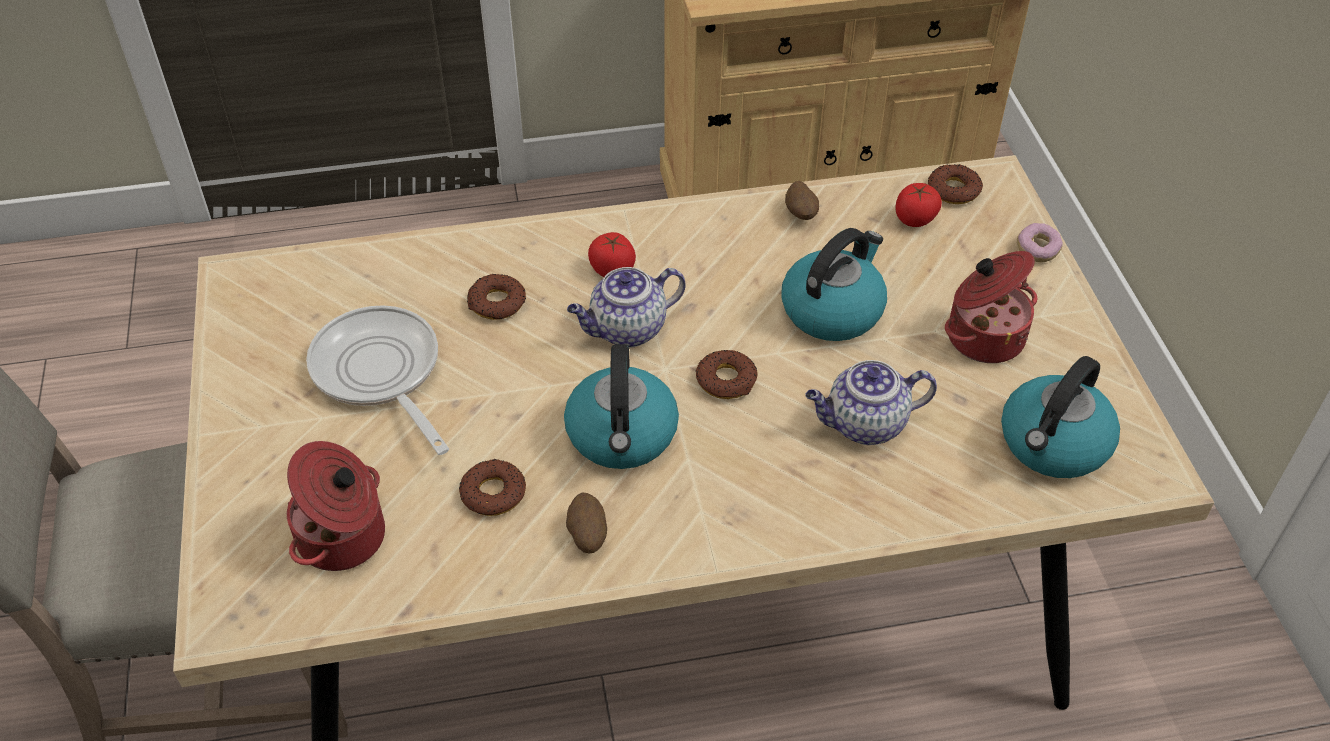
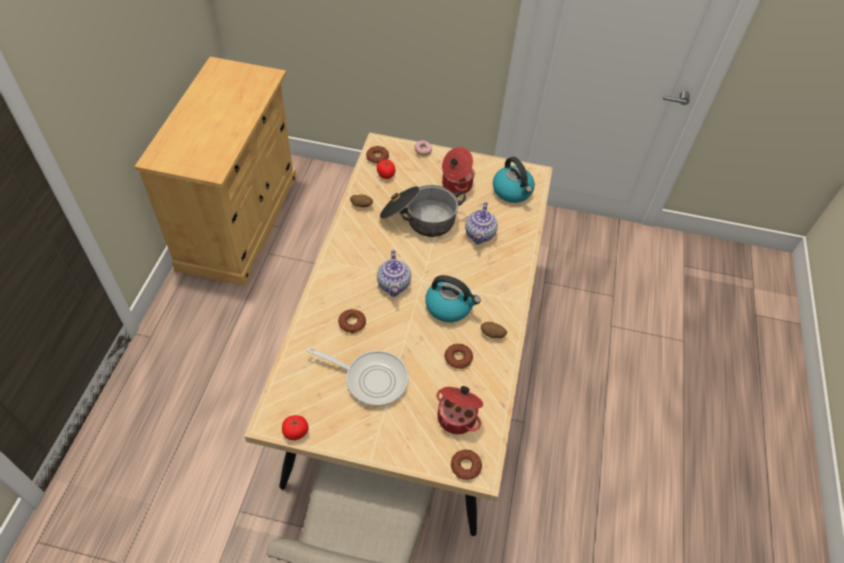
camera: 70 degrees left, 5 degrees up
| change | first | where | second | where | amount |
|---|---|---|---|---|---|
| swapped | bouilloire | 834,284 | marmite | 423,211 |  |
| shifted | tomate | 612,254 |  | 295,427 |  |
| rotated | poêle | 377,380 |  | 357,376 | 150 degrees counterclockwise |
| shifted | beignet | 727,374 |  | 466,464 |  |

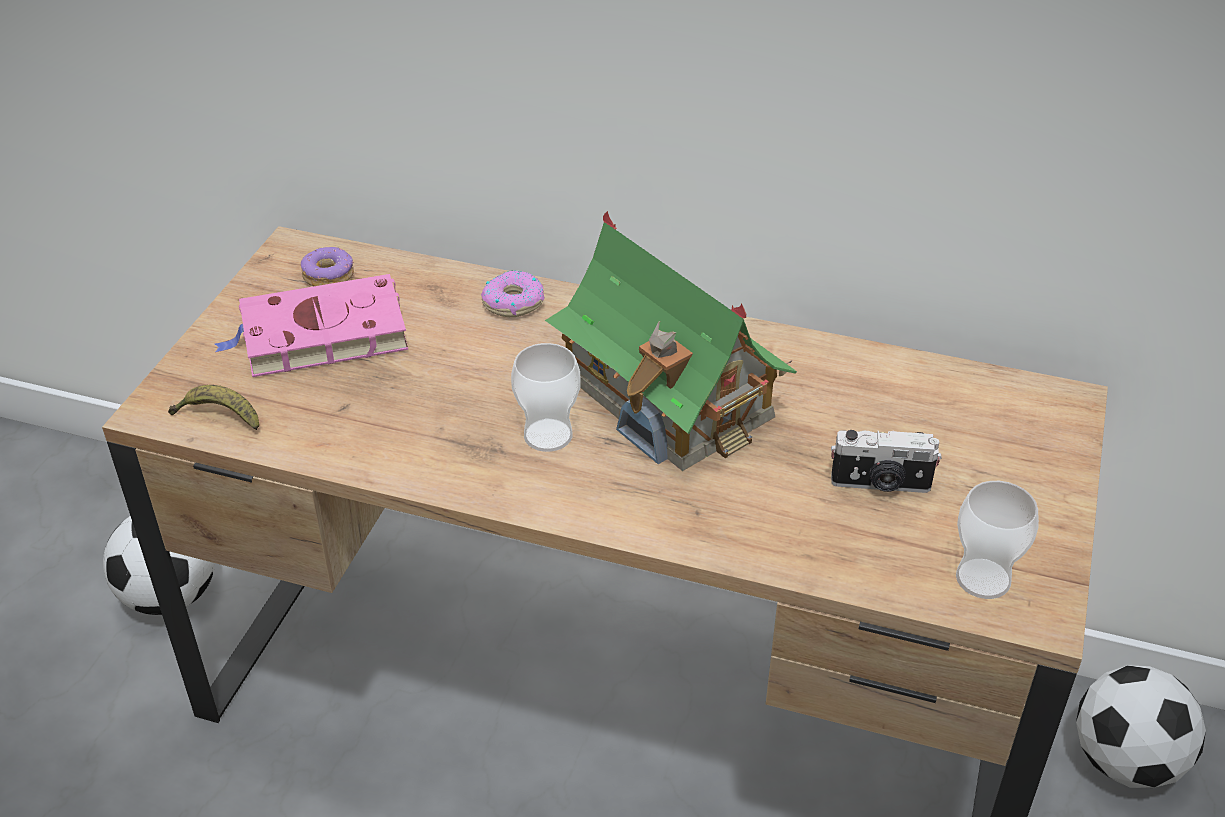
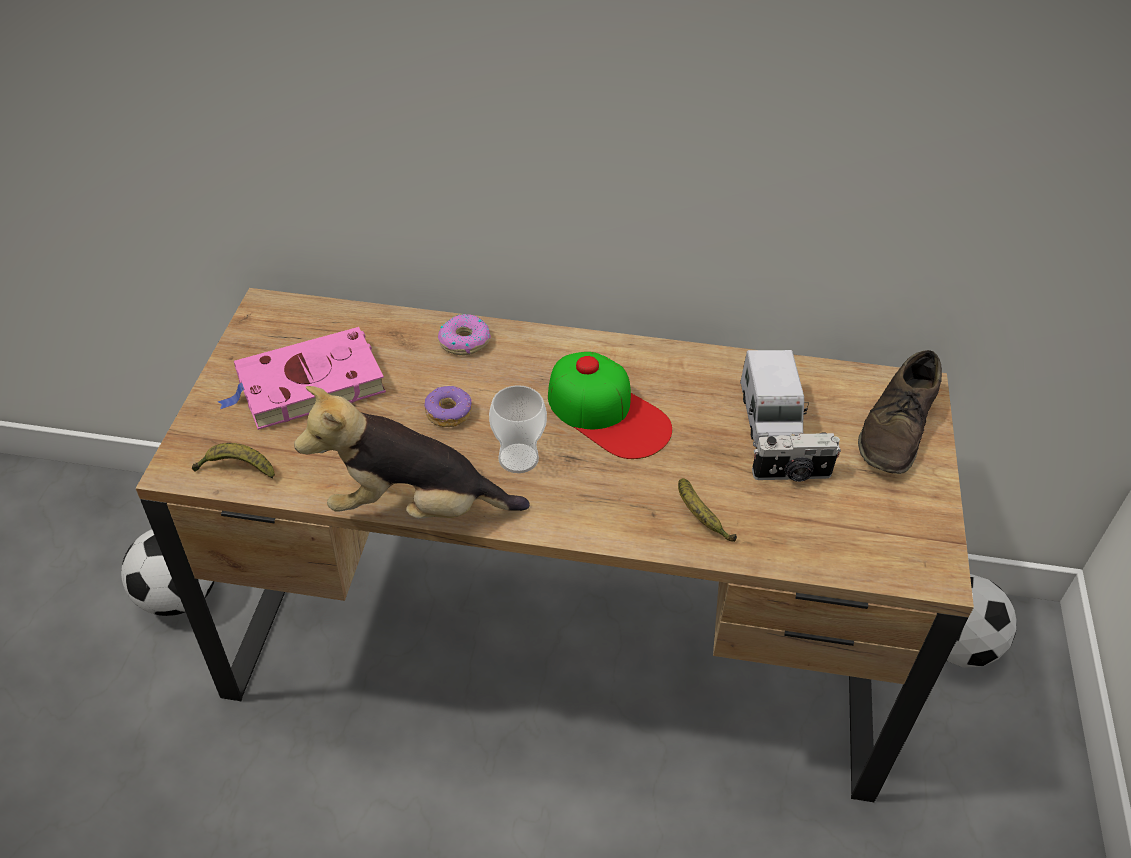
camera: 10 degrees left, 5 degrees up
| change | first | where | second | where | amount |
|---|---|---|---|---|---|
| swapped | maison miniature | 671,341 | casquette | 610,405 |  |
| shifted | beignet | 327,266 |  | 448,406 |  |
| gone | tasse | 997,540 |  |  |  |
| new |  |  | camion jouet | 774,399 |  |
| new |  |  | chaussure [marron] | 900,412 |  |
| new |  |  | peluche | 412,452 |  |
| new |  |  | banane | 707,510 |  |

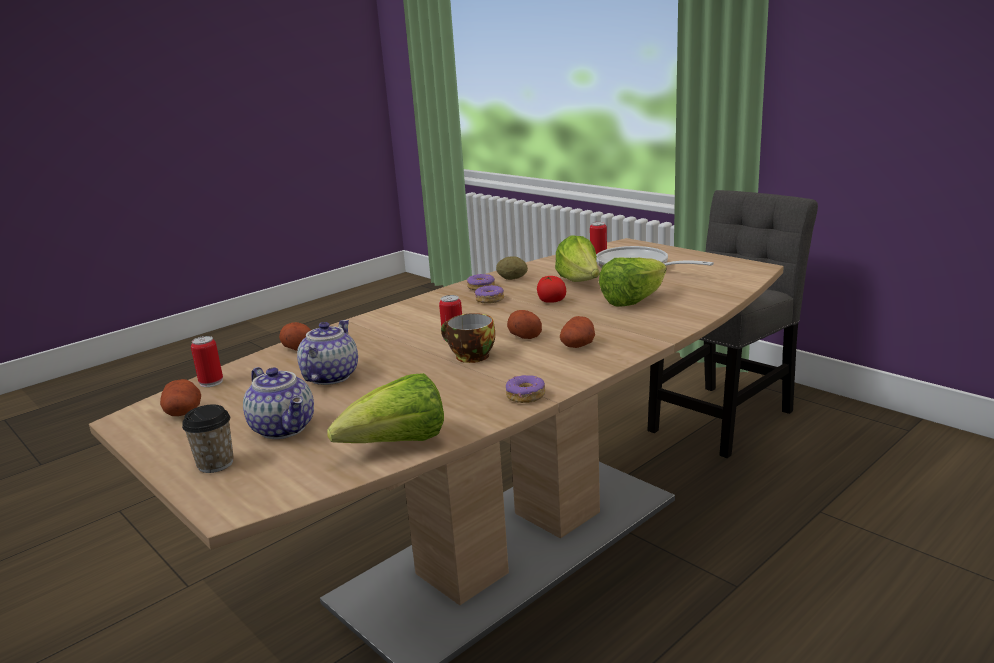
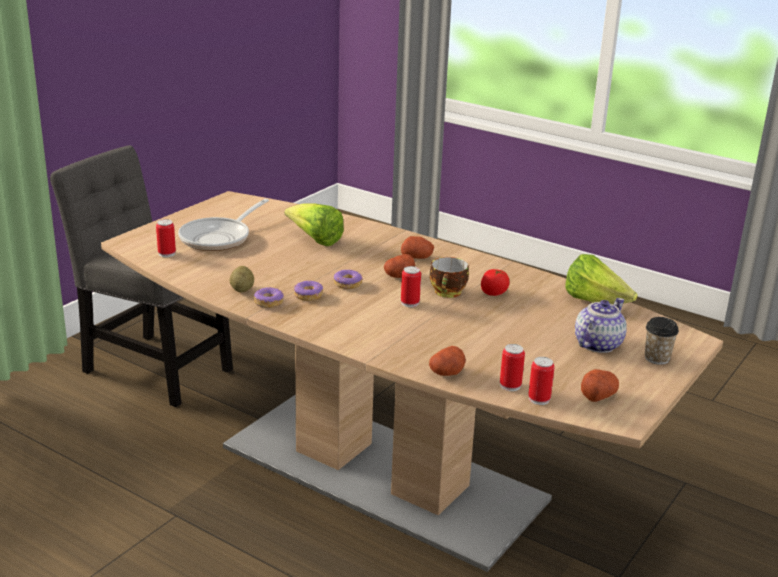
camera: 105 degrees left, 5 degrees up
| change | first | where | second | where | amount |
|---|---|---|---|---|---|
| gone | laitue | 577,258 |  |  |  |
| shifted | tomate | 551,289 |  | 495,282 |  |
| gone | théière | 327,352 |  |  |  |
| shifted | beignet | 525,389 |  | 348,279 |  |
| new |  |  | boîte métallique | 512,367 |  |

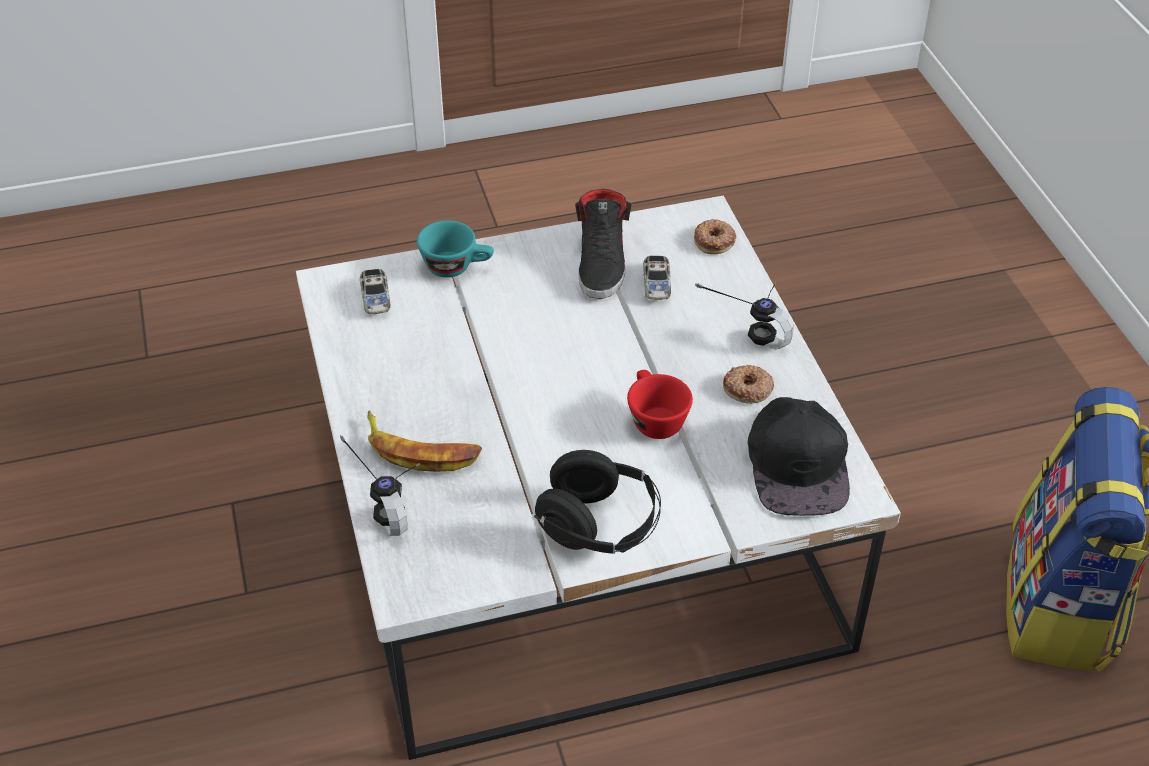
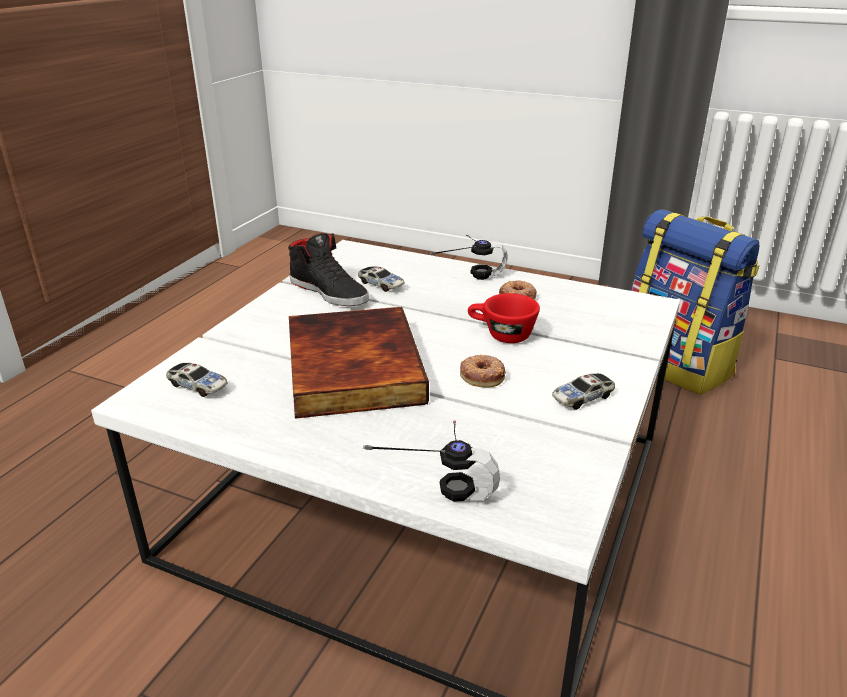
camera: 50 degrees left, 15 degrees down
| change | first | where | second | where | amount |
|---|---|---|---|---|---|
| shifted | beignet | 715,236 |  | 483,371 |  |
| gone | tasse [turquoise] | 455,249 |  |  |  |
| gone | casquette [noir] | 799,456 |  |  |  |
| gone | banane | 424,441 |  |  |  |
| swapped | casque audio [noir] | 597,502 | petite voiture | 583,391 |  |
| new |  |  | livre | 359,363 |  |

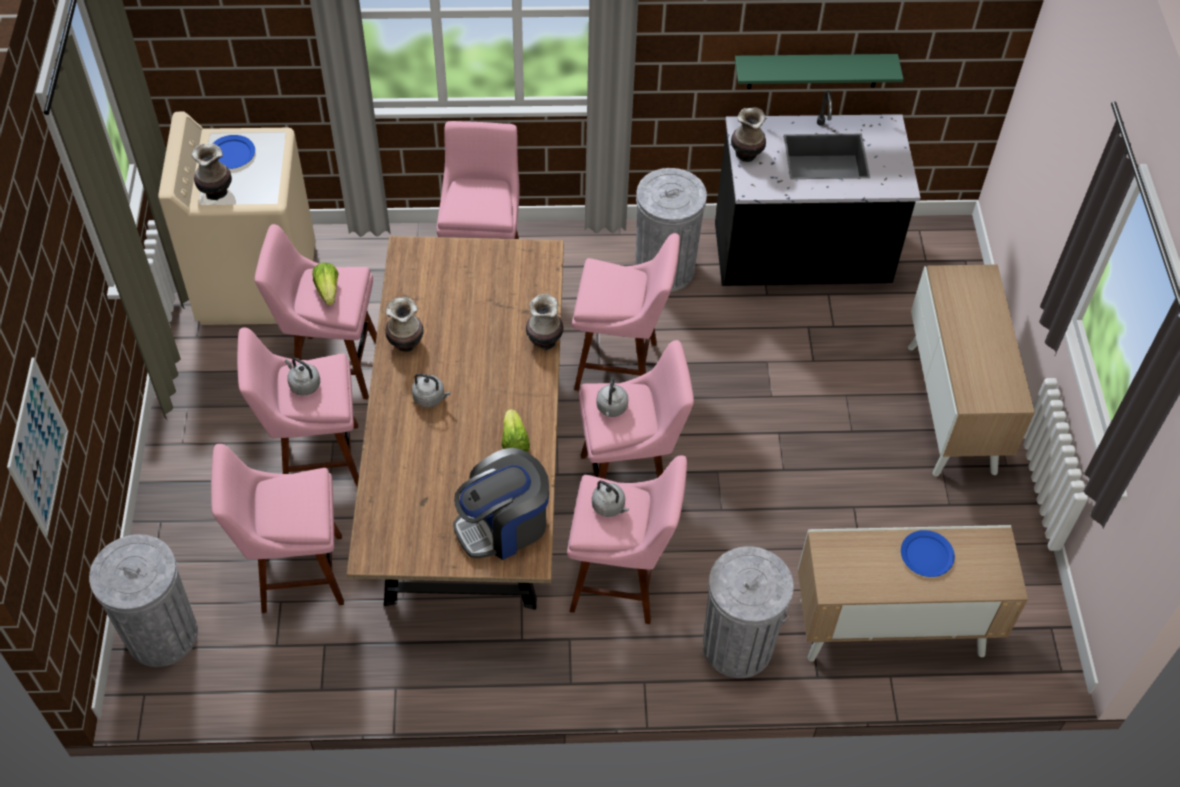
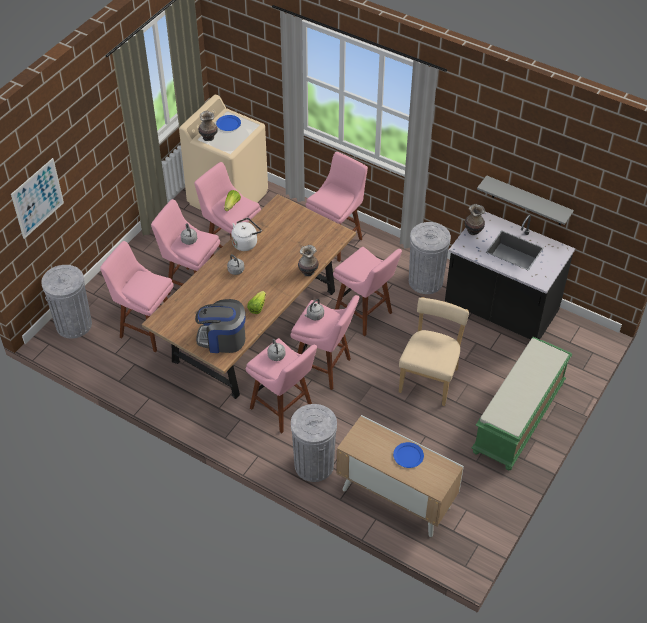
camera: 35 degrees right, 5 degrees down
| change | first | where | second | where | amount |
|---|---|---|---|---|---|
| repainted | étagère [vert] | 819,71 | étagère [gris] | 525,200 |  |
| swapped | meuble de rangement | 971,370 | banc [vert] | 522,403 |  |
| swapped | vase | 404,324 | bouilloire [blanc] | 246,234 |  |
| new |  |  | chaise [beige] | 434,351 |  |

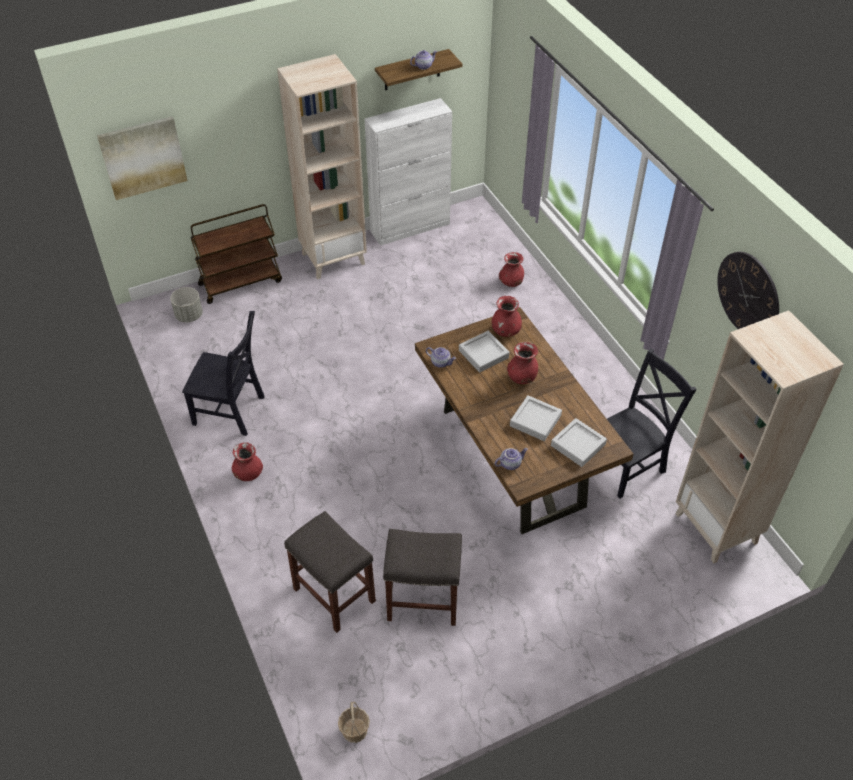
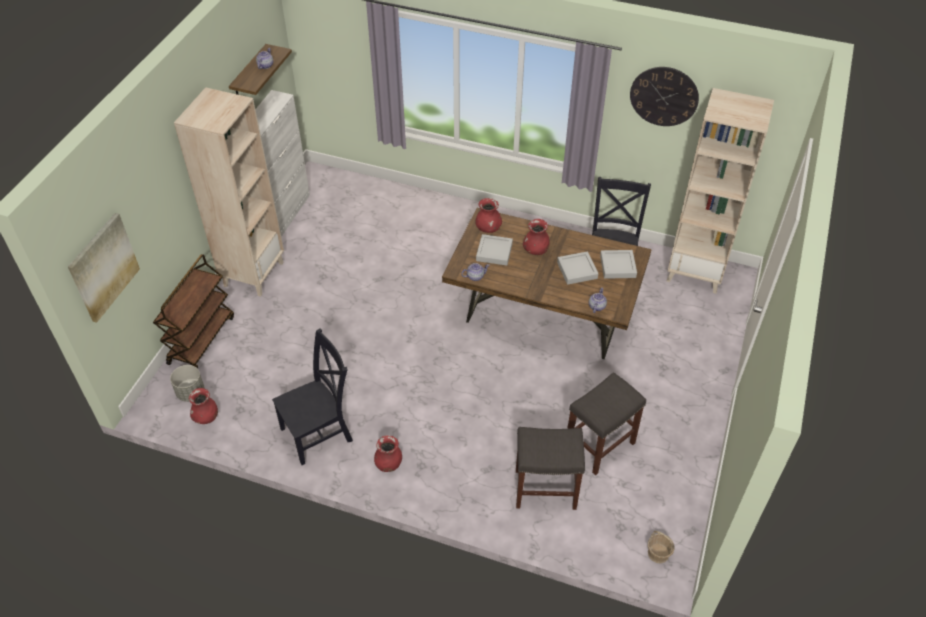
camera: 45 degrees left, 0 degrees up
| change | first | where | second | where | amount |
|---|---|---|---|---|---|
| shifted | vase [rouge] | 511,269 |  | 203,406 |  |

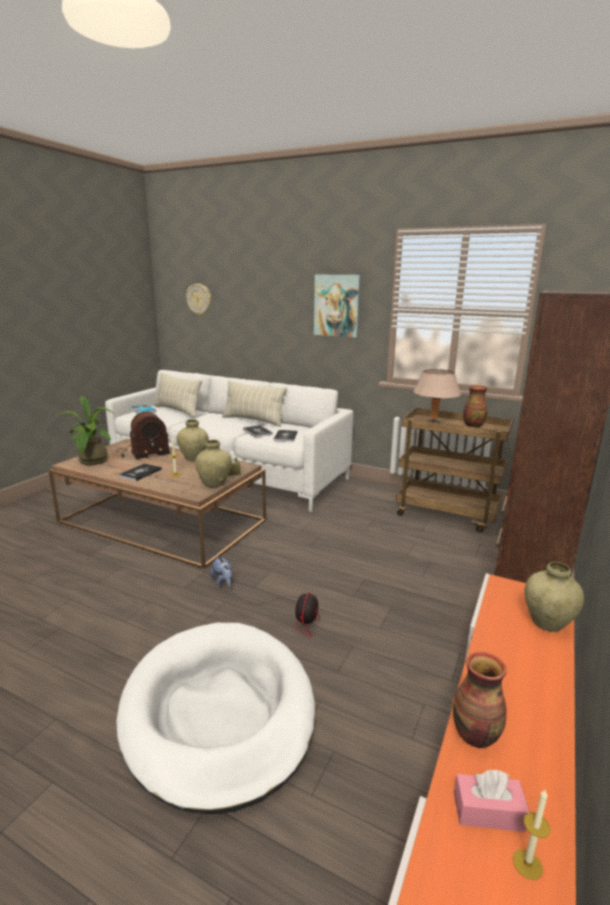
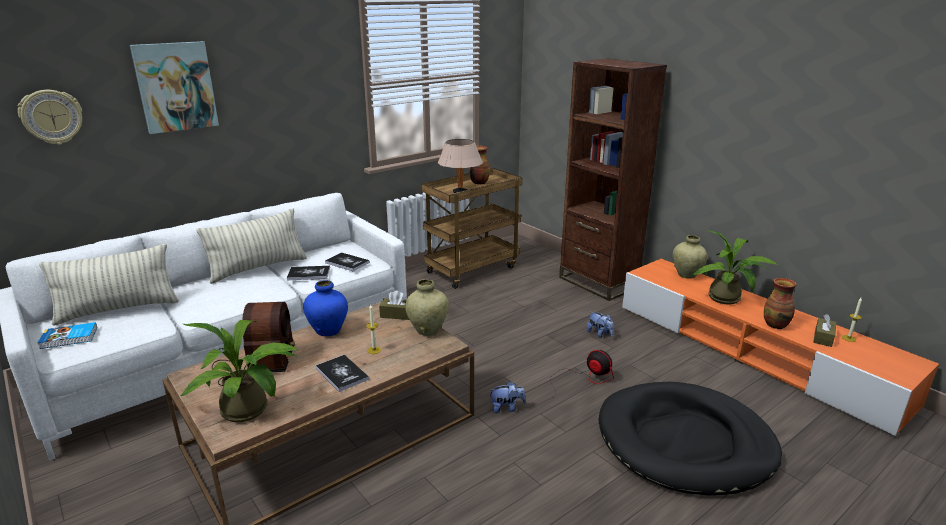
camera: 65 degrees left, 5 degrees up
| change | first | where | second | where | amount |
|---|---|---|---|---|---|
| shifted | tableau | 337,306 |  | 174,87 |  |
| repainted | vase [beige] | 192,440 | vase [bleu] | 325,308 |  |
| repainted | panier pour chien [blanc] | 216,718 | panier pour chien [noir] | 690,438 |  |
| repainted | boîte à mouchoirs [rose] | 492,801 | boîte à mouchoirs [marron] | 824,330 |  |
| new |  |  | plante en pot | 735,267 |  |
| new |  |  | peluche | 600,325 |  |

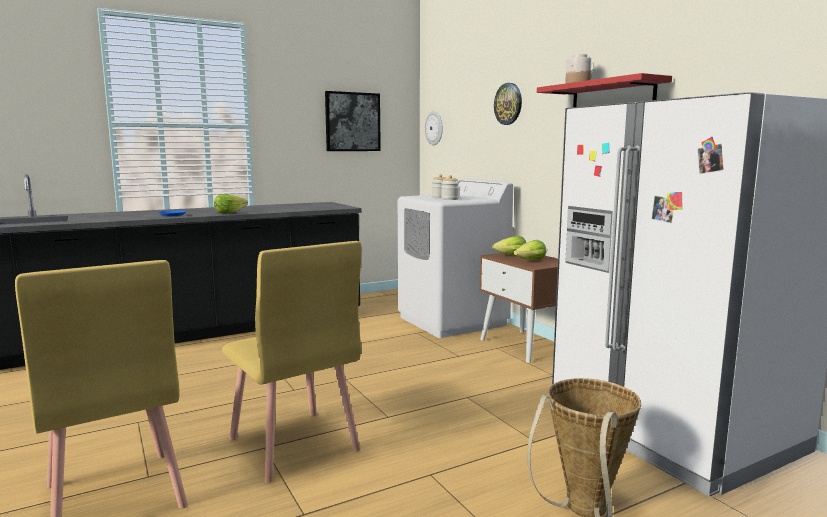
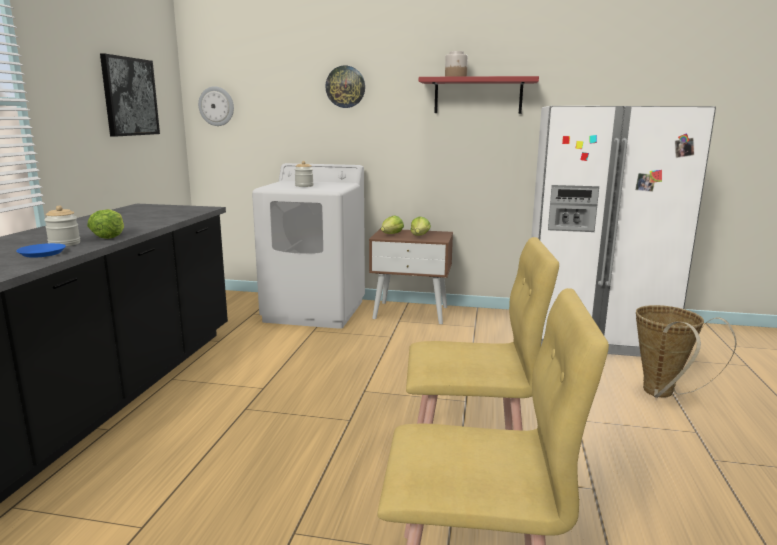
camera: 50 degrees left, 5 degrees up
| change | first | where | second | where | amount |
|---|---|---|---|---|---|
| shifted | bocal | 450,187 |  | 62,226 |  |

